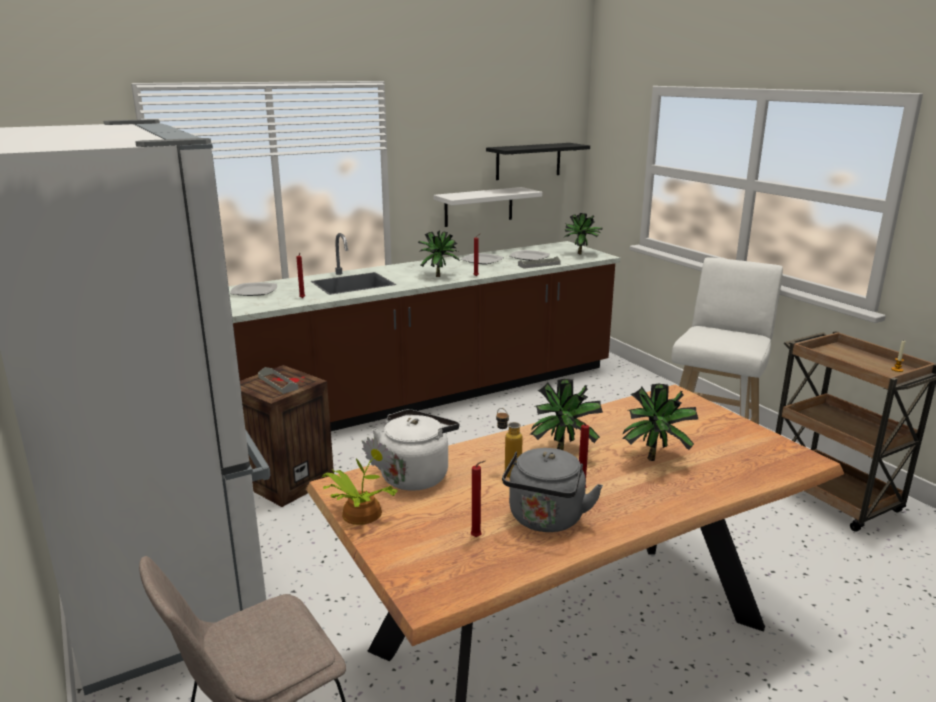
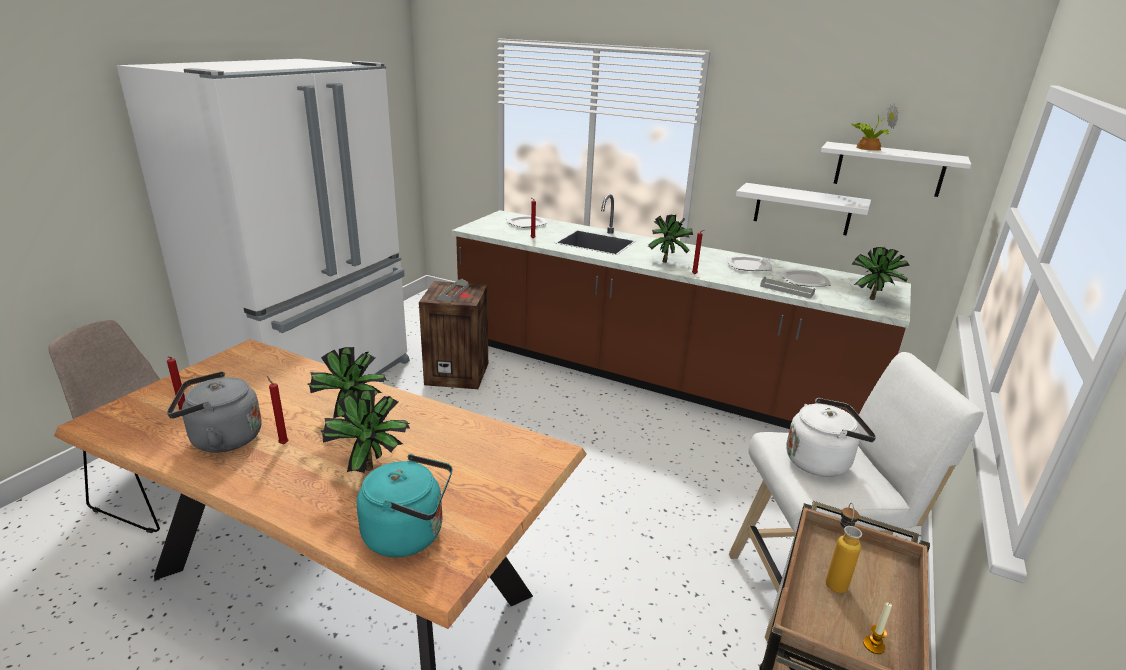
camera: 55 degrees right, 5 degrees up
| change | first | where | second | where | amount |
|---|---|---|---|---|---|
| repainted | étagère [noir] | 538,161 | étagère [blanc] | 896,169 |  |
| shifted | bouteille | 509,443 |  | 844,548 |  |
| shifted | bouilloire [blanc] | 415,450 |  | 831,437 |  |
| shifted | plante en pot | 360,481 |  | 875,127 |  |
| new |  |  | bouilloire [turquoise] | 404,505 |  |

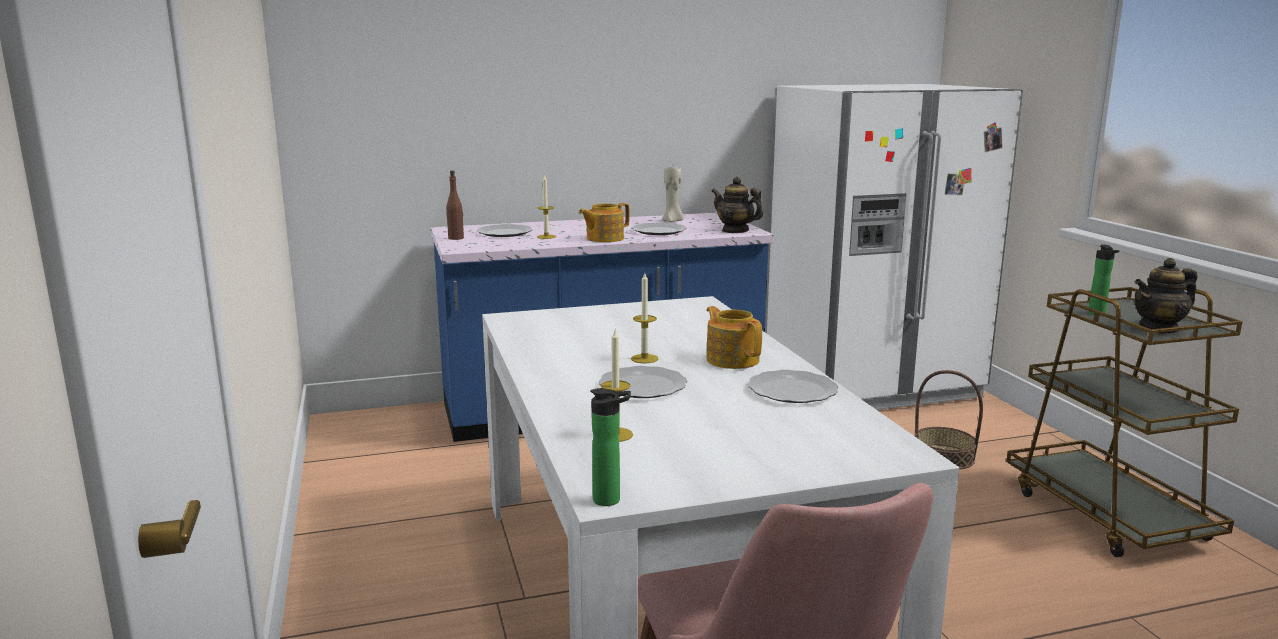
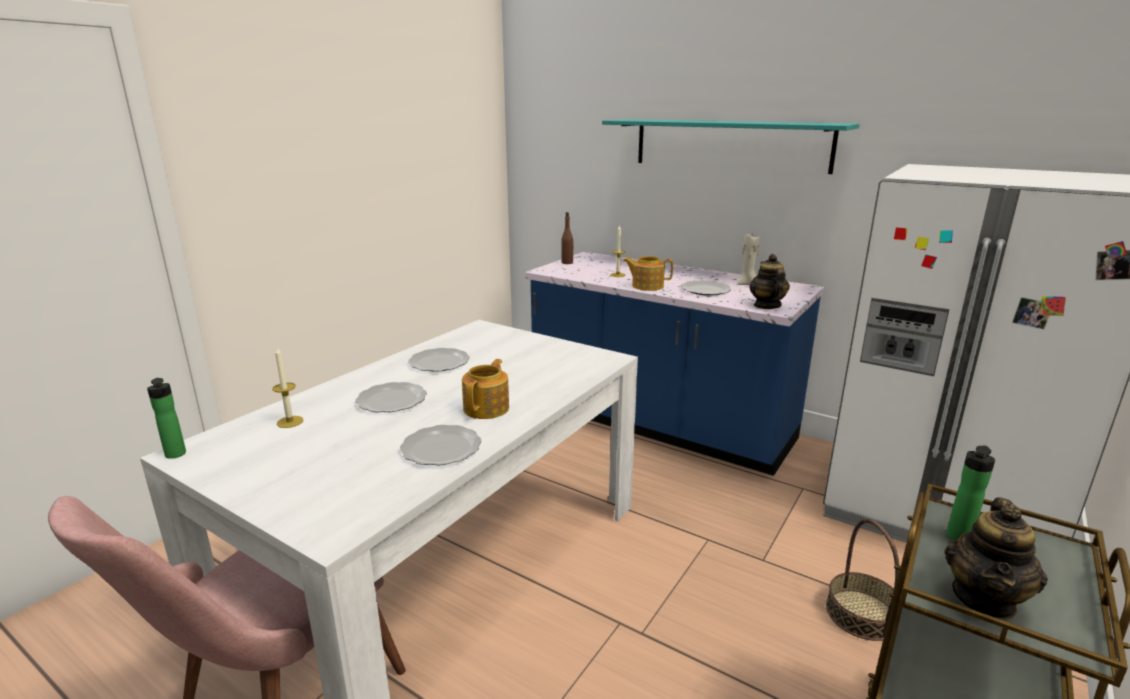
camera: 50 degrees right, 5 degrees up
| change | first | where | second | where | amount |
|---|---|---|---|---|---|
| shifted | assiette | 505,230 |  | 439,360 |  |
| rotated | théière | 1166,296 |  | 996,559 | 90 degrees counterclockwise |
| gone | bougie | 644,318 |  |  |  |
| new |  |  | étagère [turquoise] | 731,146 |  |

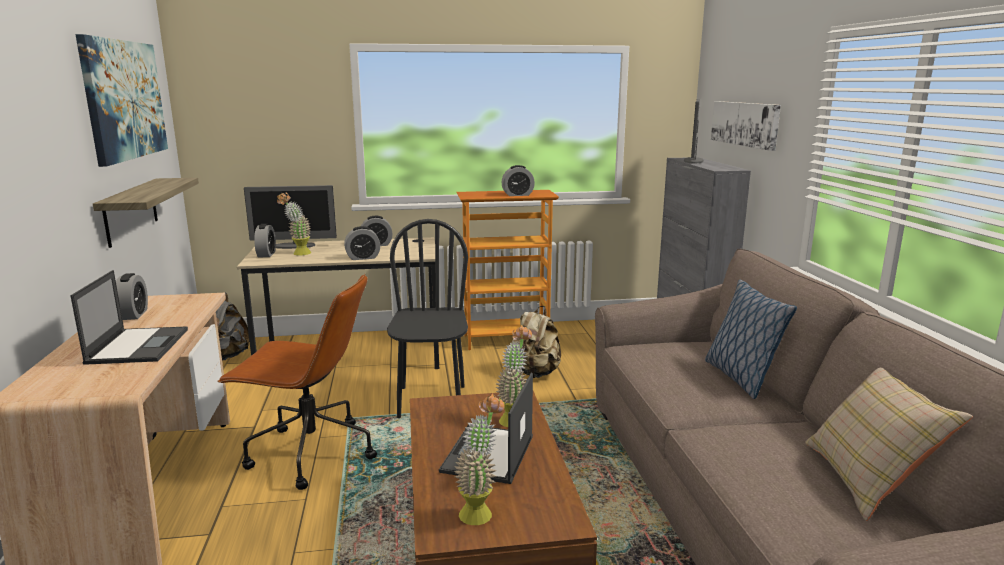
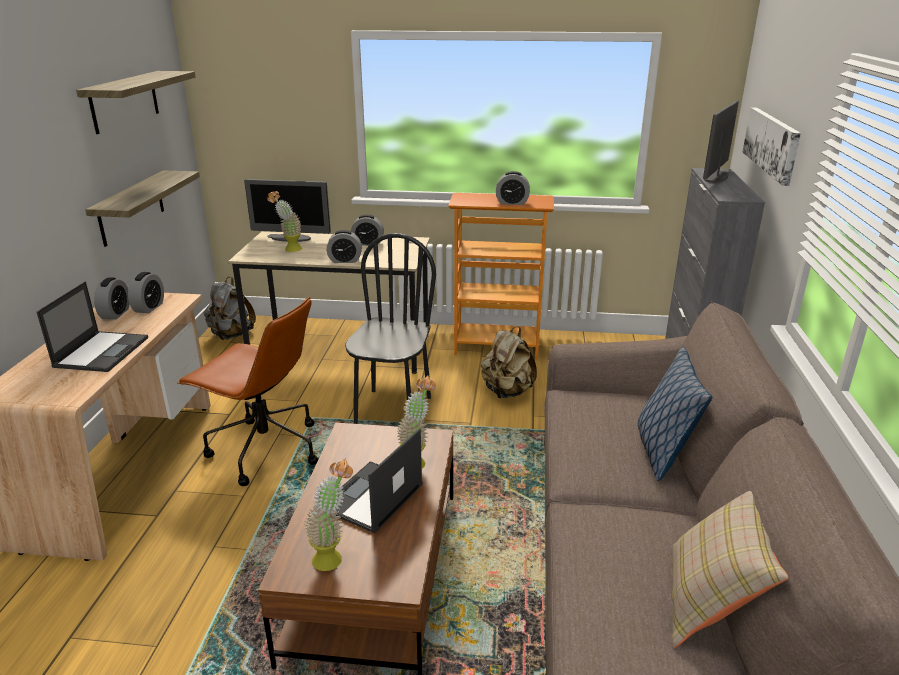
camera: 15 degrees right, 10 degrees up
| change | first | where | second | where | amount |
|---|---|---|---|---|---|
| swapped | tableau | 121,100 | étagère | 136,102 |  |
| shifted | réveil | 265,240 |  | 146,292 |  |

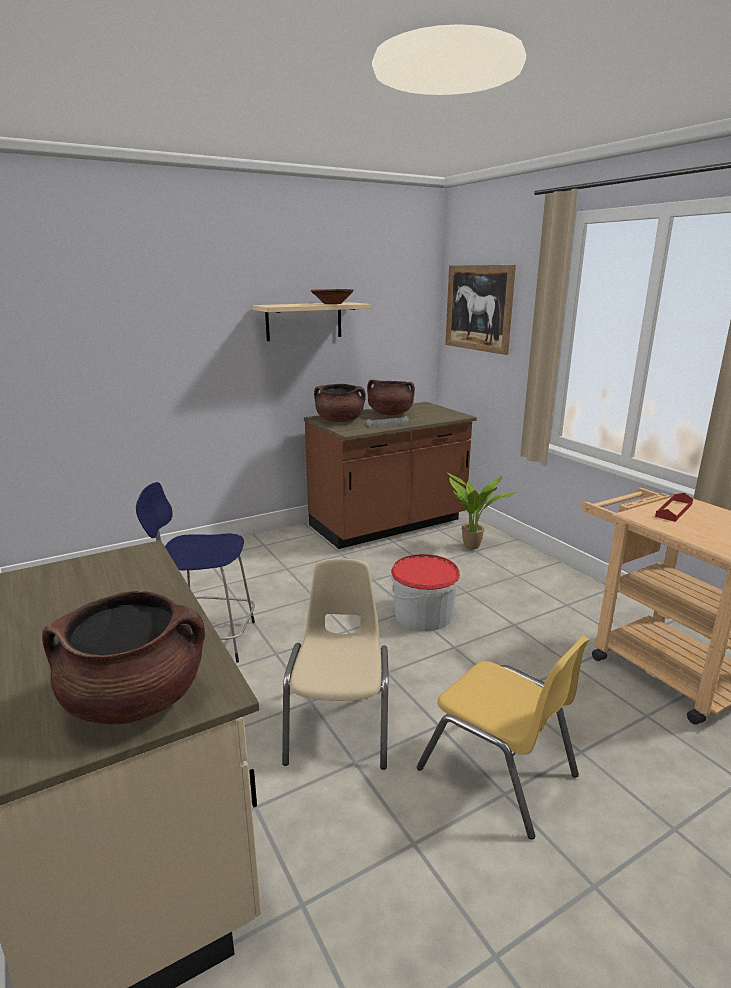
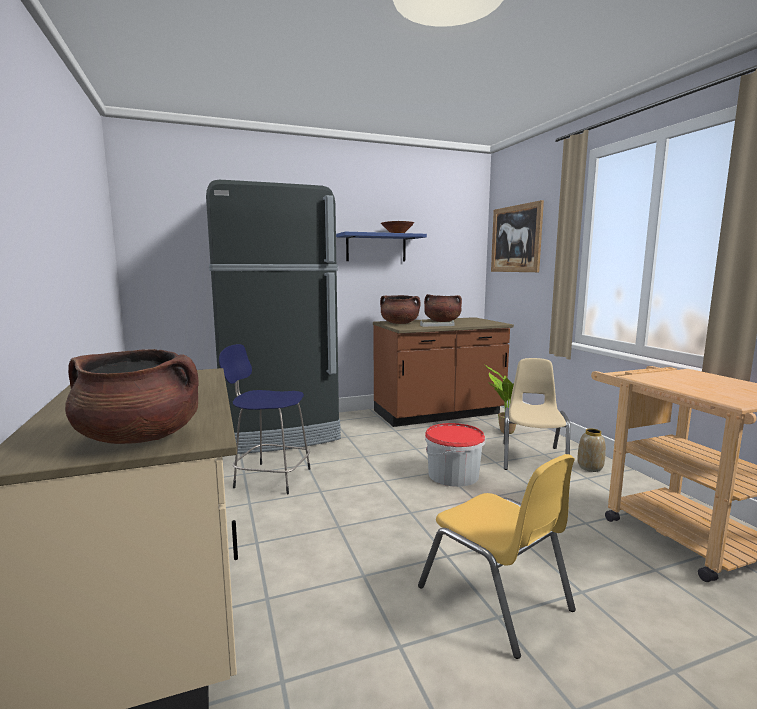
camera: 10 degrees right, 10 degrees down
| change | first | where | second | where | amount |
|---|---|---|---|---|---|
| repainted | étagère [beige] | 311,321 | étagère [bleu] | 381,247 |  |
| gone | plateau [rouge] | 674,507 |  |  |  |
| shifted | chaise [beige] | 335,664 |  | 536,414 |  |
| new |  |  | réfrigérateur [noir] | 273,317 |  |
| new |  |  | vase | 592,450 |  |

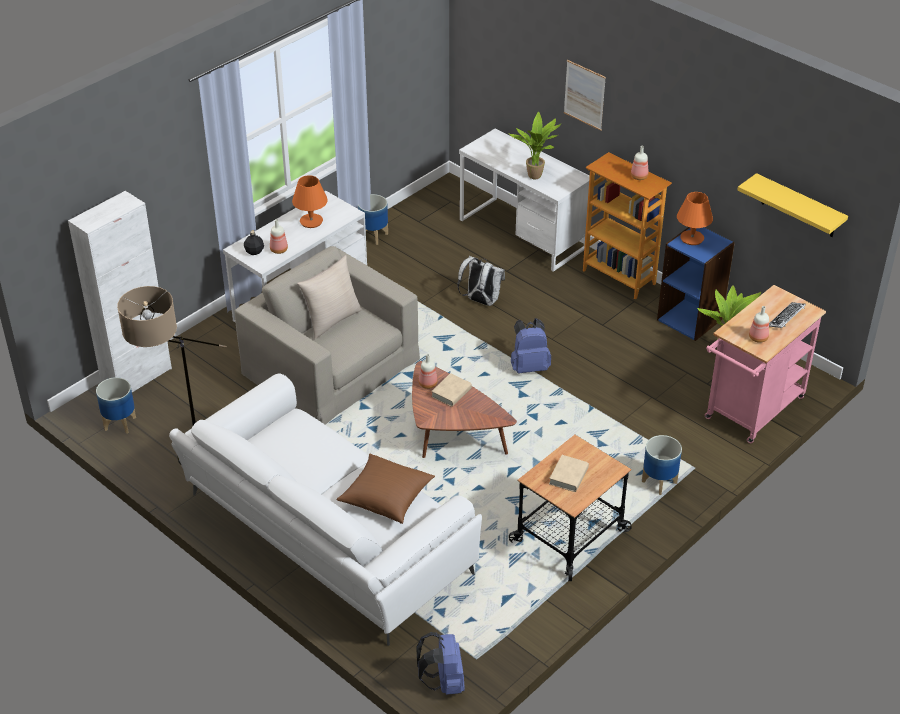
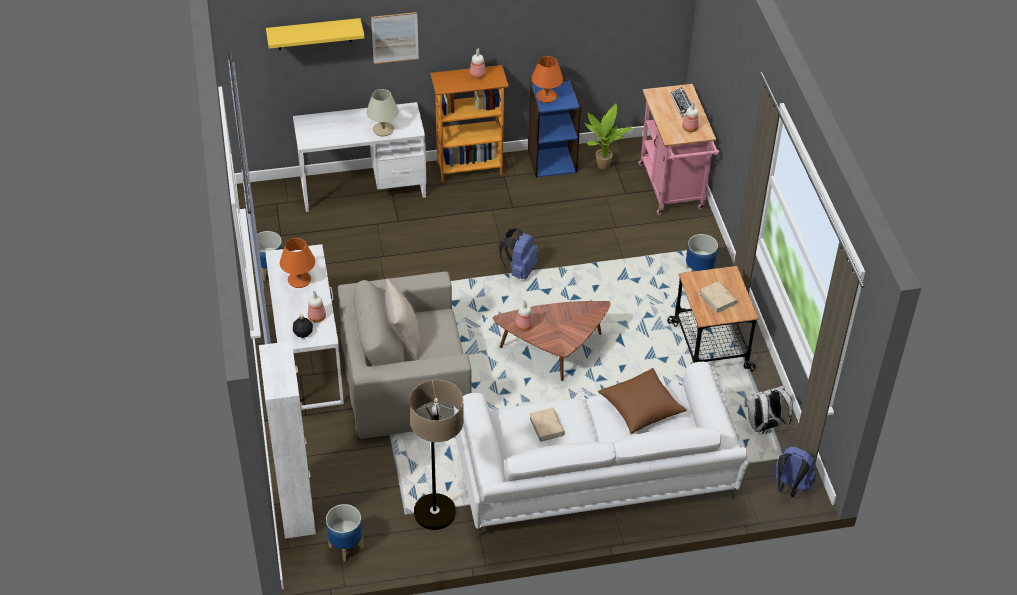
camera: 55 degrees left, 5 degrees up
| change | first | where | second | where | amount |
|---|---|---|---|---|---|
| swapped | plante en pot | 534,145 | lampe de table [beige] | 382,112 |  |
| shifted | étagère [jaune] | 793,205 |  | 315,34 |  |
| shifted | sac à dos [blanc] | 481,281 |  | 768,410 |  |
| shifted | livre [beige] | 451,390 |  | 547,425 |  |

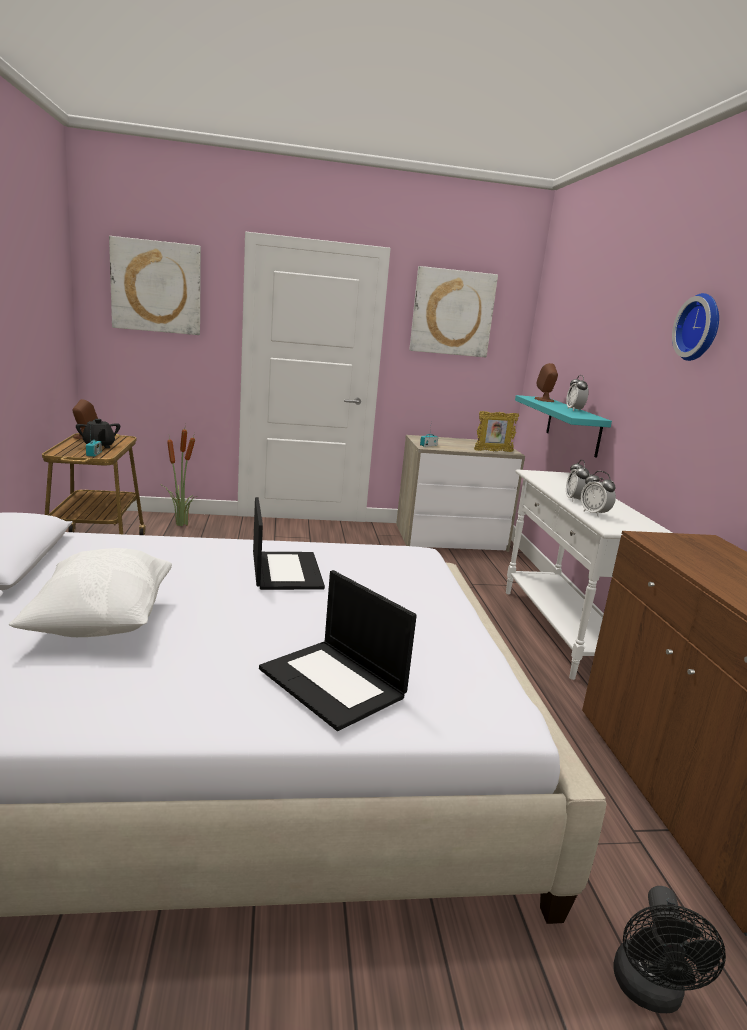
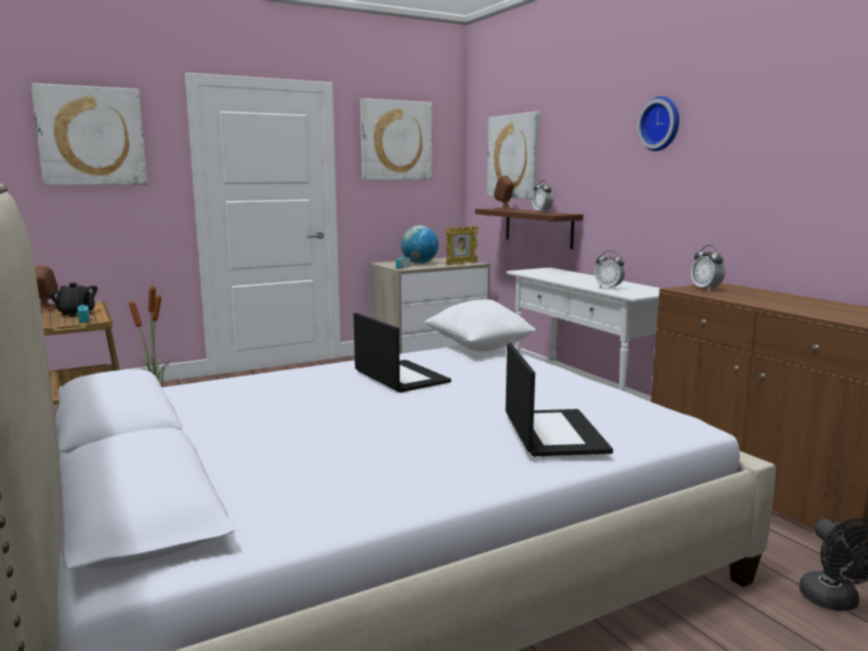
camera: 20 degrees left, 5 degrees down
| change | first | where | second | where | amount |
|---|---|---|---|---|---|
| repainted | étagère [turquoise] | 563,426 | étagère [marron] | 529,228 |  |
| shifted | réveil | 578,481 |  | 708,268 |  |
| shifted | coussin [blanc] | 90,592 |  | 480,325 |  |
| rotated | ordinateur portable | 338,650 |  | 559,400 | 120 degrees counterclockwise |
| new |  |  | tableau | 513,155 |  |
| new |  |  | globe | 420,245 |  |

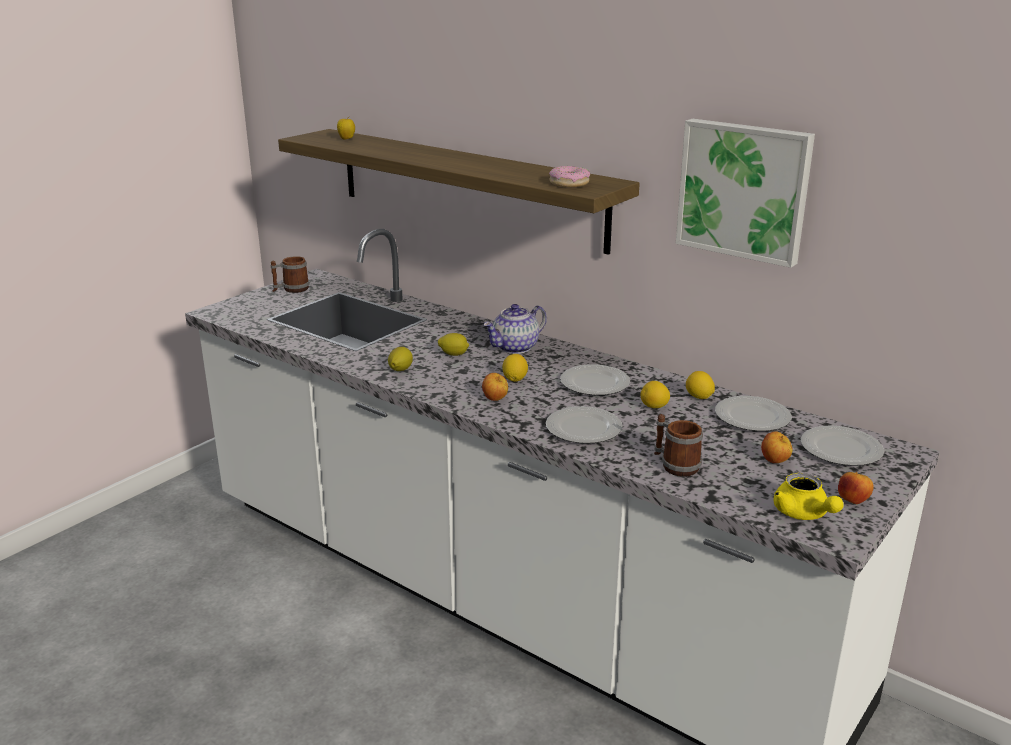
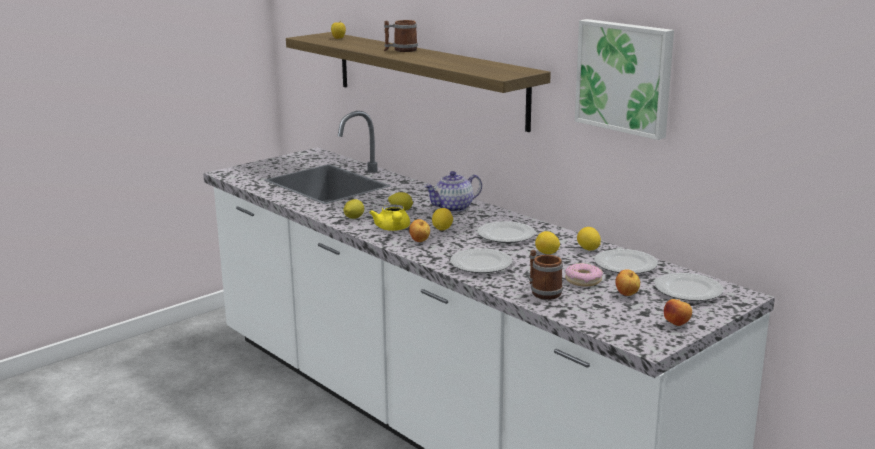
camera: 10 degrees right, 5 degrees down
| change | first | where | second | where | amount |
|---|---|---|---|---|---|
| shifted | beignet | 569,176 |  | 584,275 |  |
| shifted | mug | 290,274 |  | 401,36 |  |
| shifted | théière [jaune] | 809,496 |  | 389,217 |  |

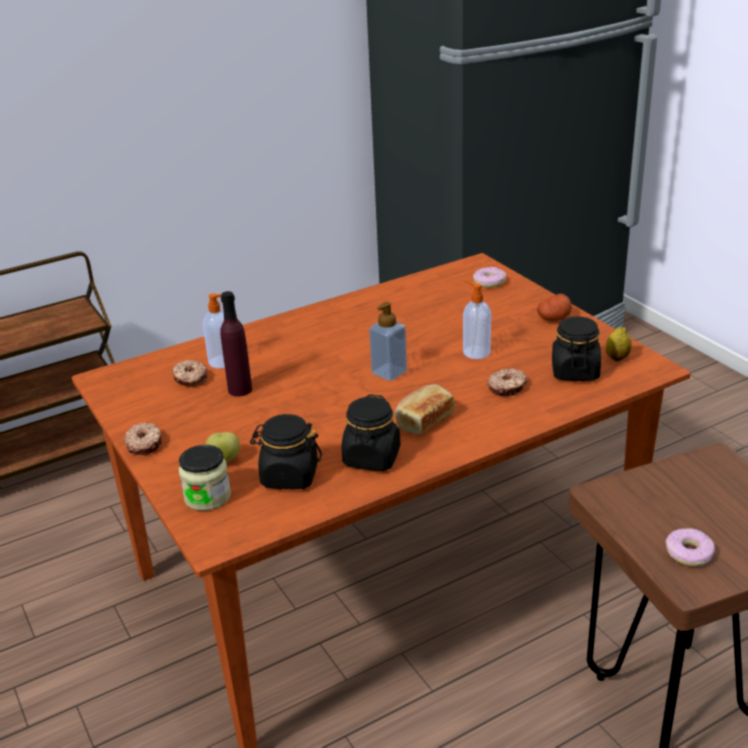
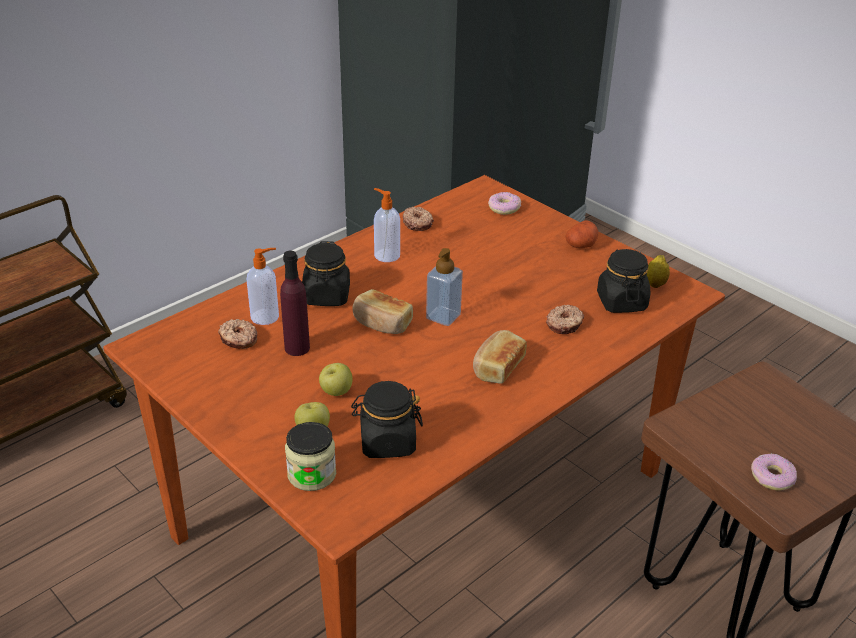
camera: 15 degrees left, 5 degrees up
| change | first | where | second | where | amount |
|---|---|---|---|---|---|
| shifted | distributeur de savon | 477,319 |  | 387,225 |  |
| shifted | bocal [noir] | 370,432 |  | 326,273 |  |
| shifted | beignet | 143,438 |  | 418,219 |  |
| new |  |  | pain | 382,311 |  |
| new |  |  | pomme | 335,379 |  |

